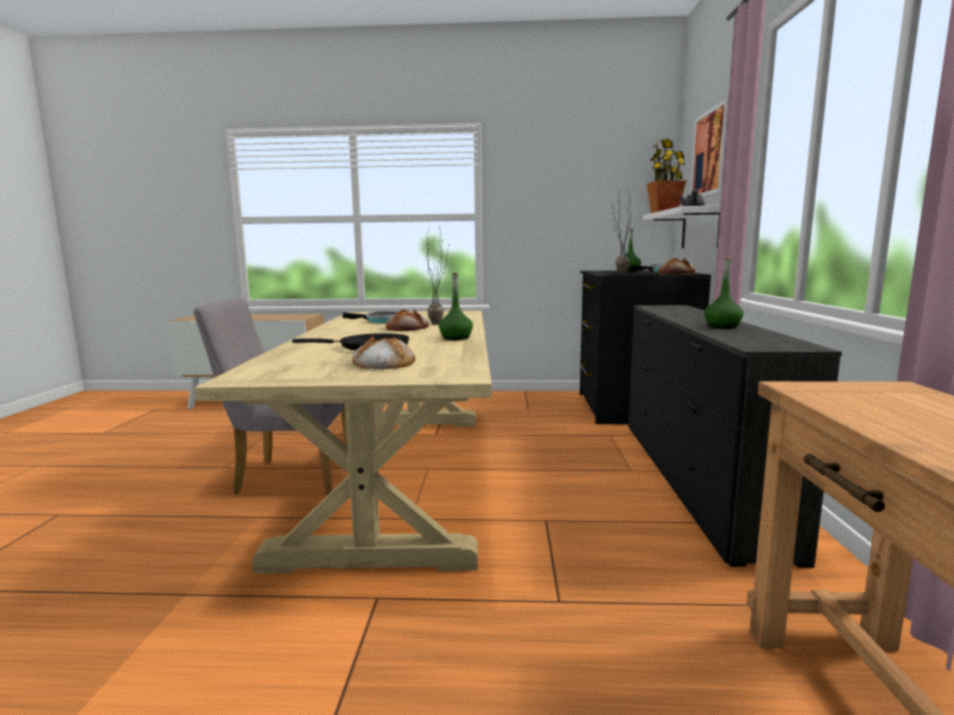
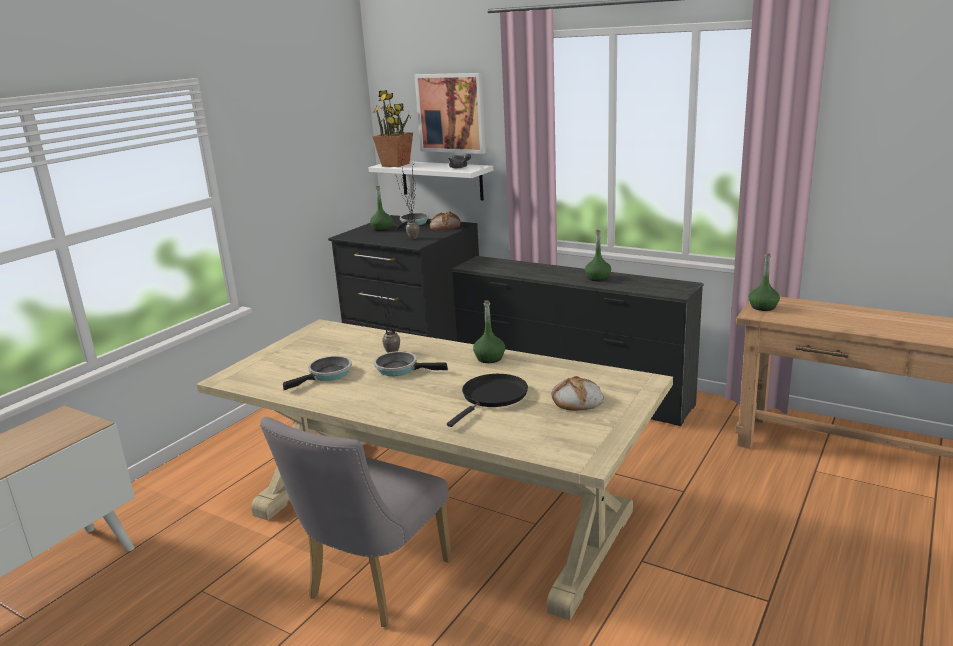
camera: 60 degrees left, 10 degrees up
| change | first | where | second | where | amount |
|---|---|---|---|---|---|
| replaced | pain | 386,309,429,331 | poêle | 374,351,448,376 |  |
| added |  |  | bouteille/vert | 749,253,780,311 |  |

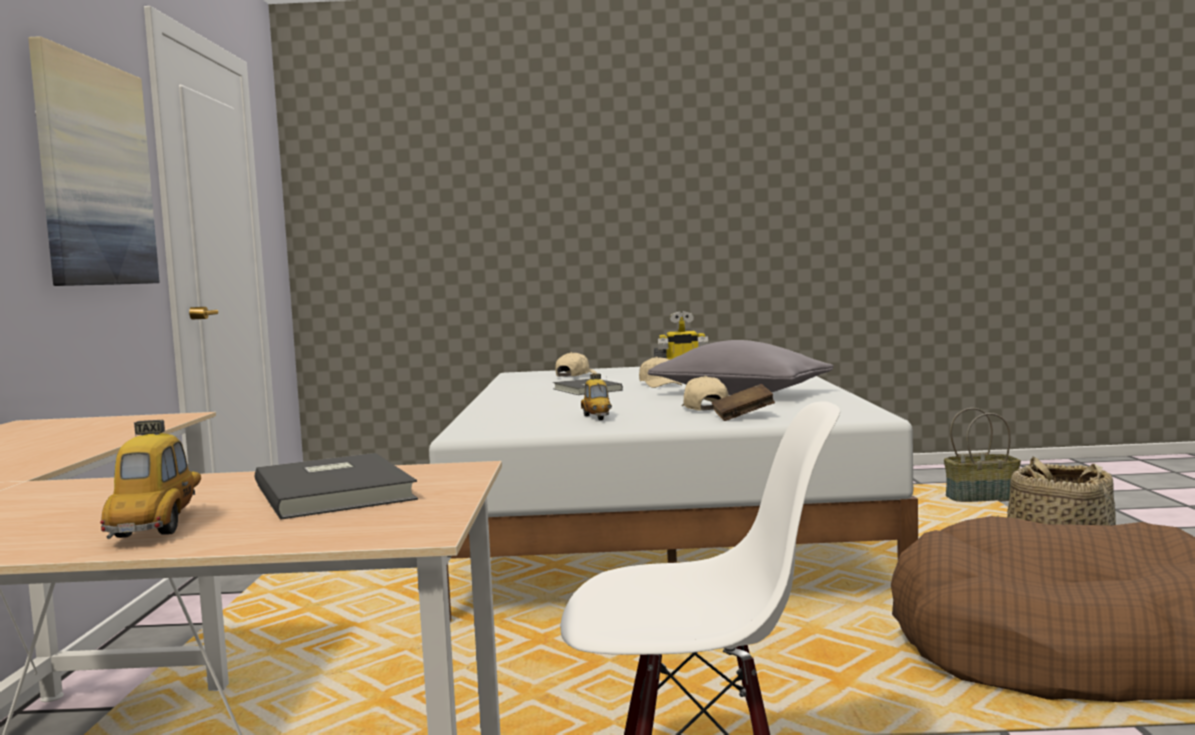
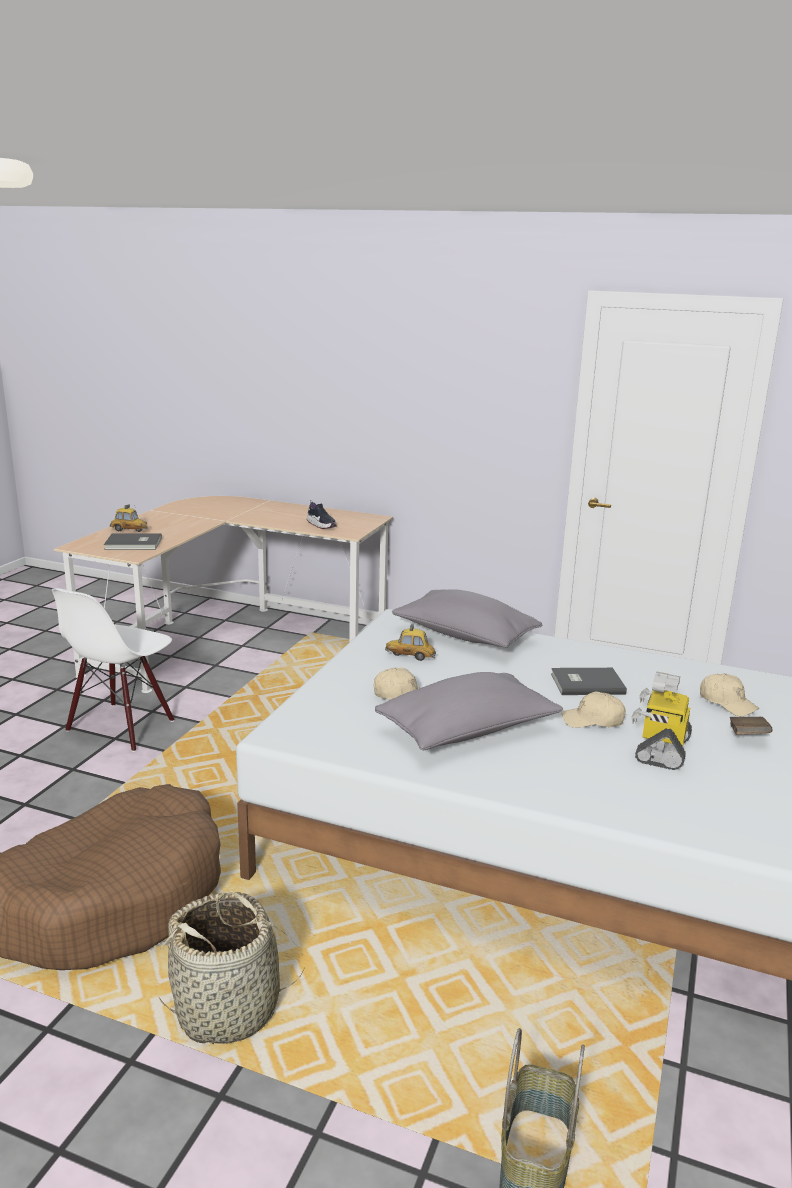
camera: 110 degrees right, 15 degrees up
| change | first | where | second | where | amount |
|---|---|---|---|---|---|
| added |  |  | chaussure | 307,500,337,529 |  |
| added |  |  | coussin/gris | 392,590,542,648 |  |
| moved | livre/marron | 712,384,775,421 |  | 730,717,772,735 |  |
| removed | tableau | 28,36,160,286 |  |  |  |

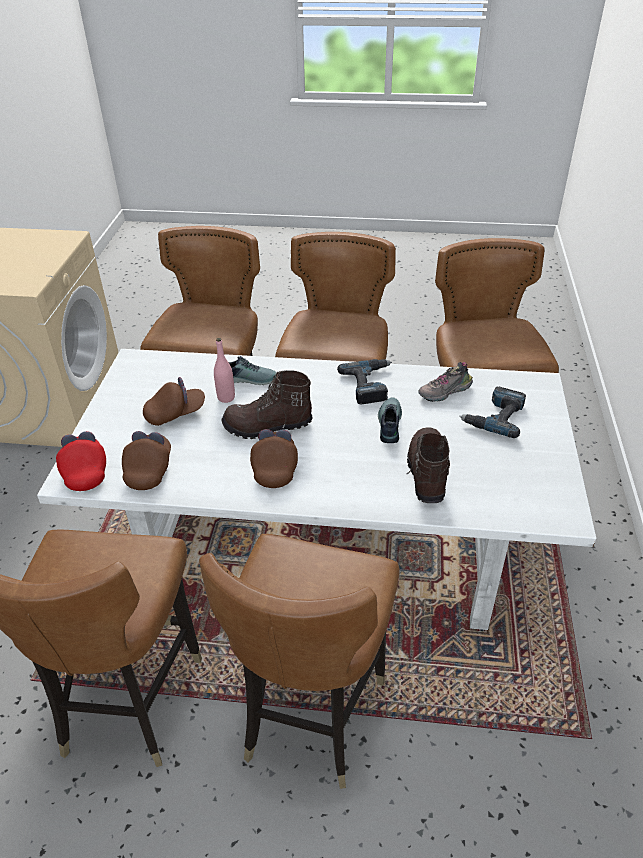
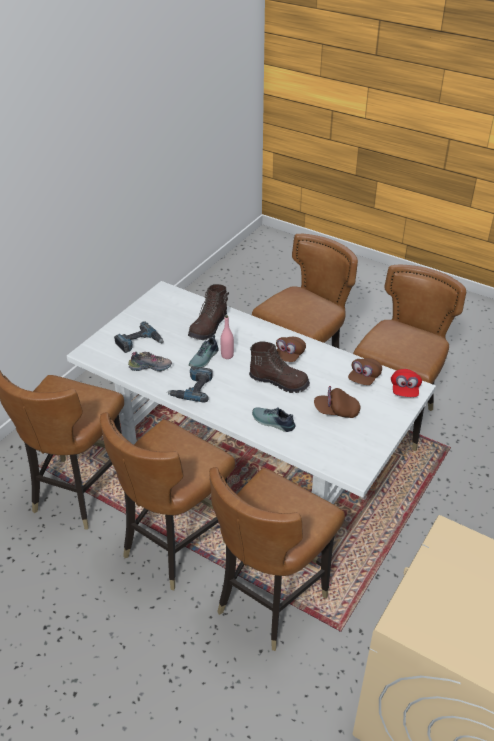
camera: 155 degrees left, 0 degrees up
| change | first | where | second | where | amount |
|---|---|---|---|---|---|
| moved | bouteille/rose | 214,338,235,403 |  | 221,315,234,359 |  |

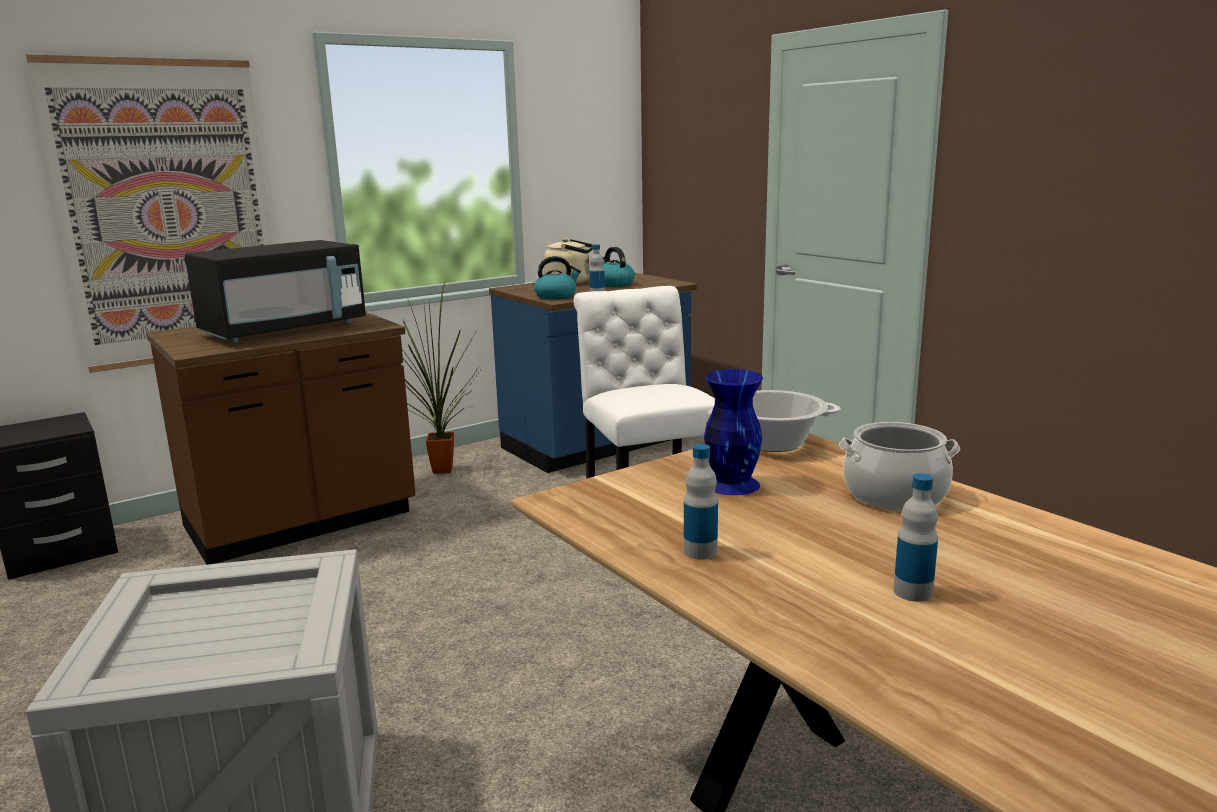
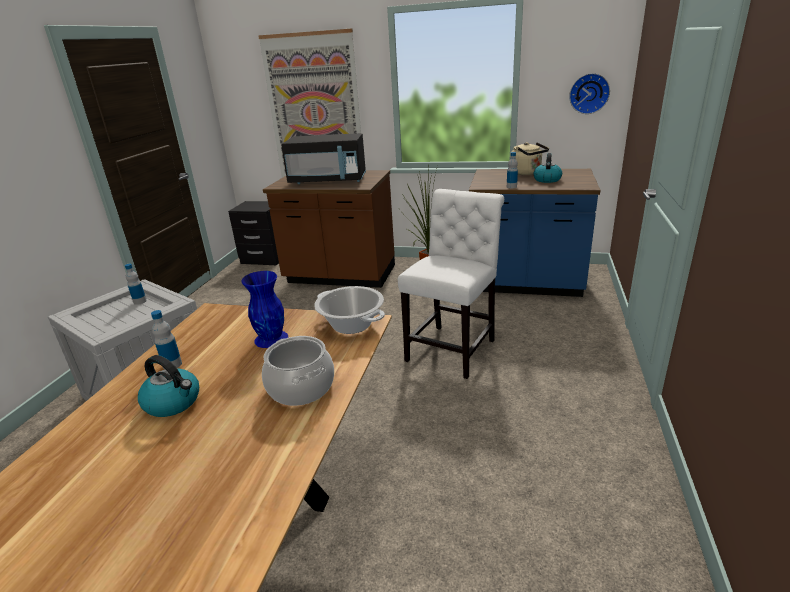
camera: 50 degrees right, 10 degrees up
| change | first | where | second | where | amount |
|---|---|---|---|---|---|
| moved | bouteille | 894,473,938,602 |  | 125,264,147,305 |  |
| moved | bouilloire | 534,256,581,299 |  | 138,355,199,417 |  |
| added |  |  | horloge murale | 569,73,610,114 |  |

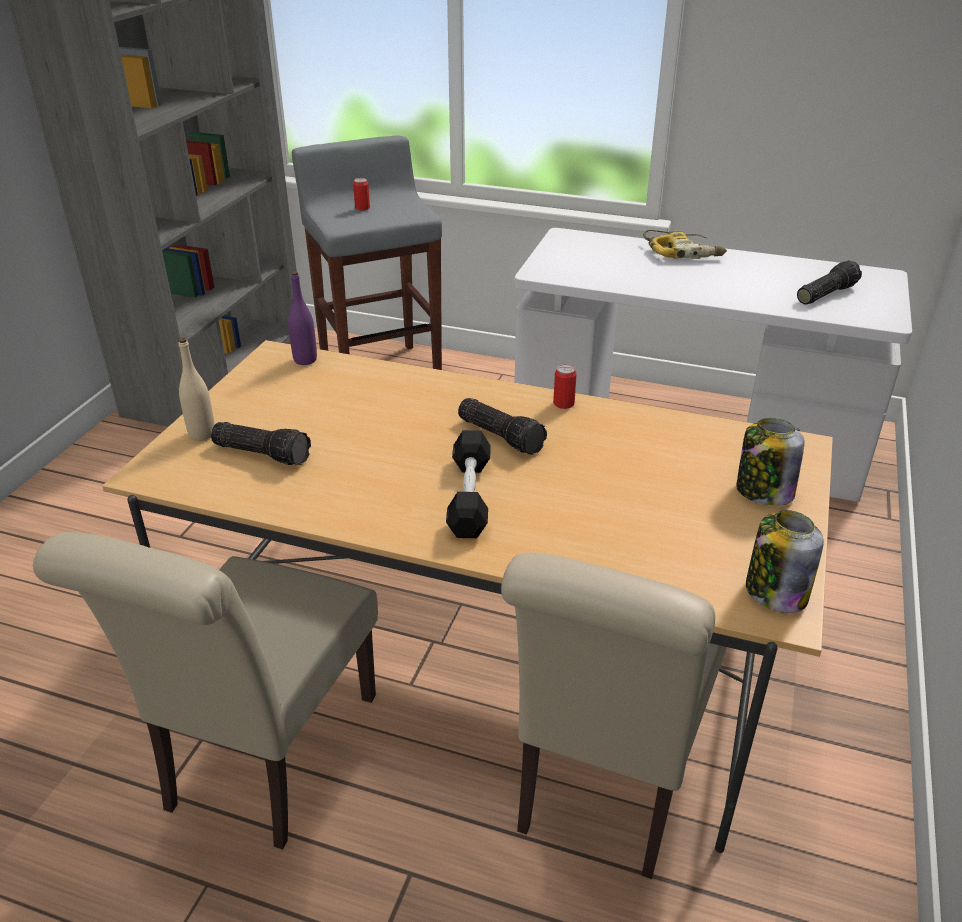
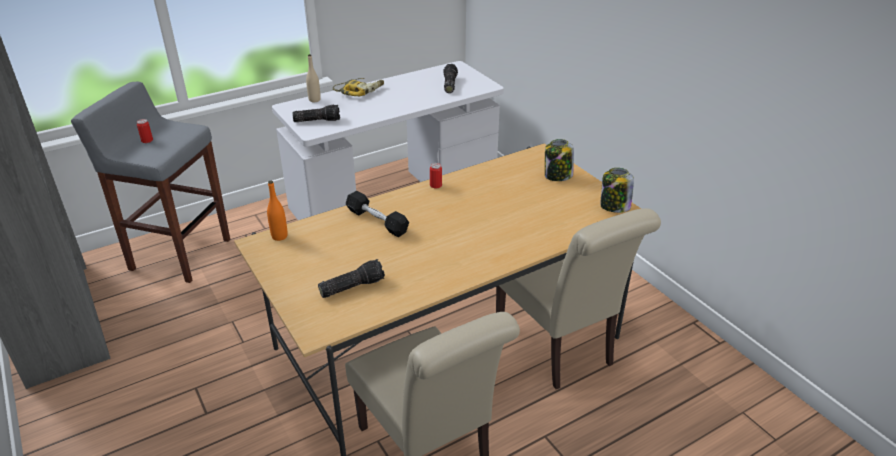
camera: 50 degrees left, 0 degrees up
| change | first | where | second | where | amount |
|---|---|---|---|---|---|
| recoloured | bouteille/violet | 288,271,317,365 | bouteille/orange | 267,181,288,241 |  |
| moved | lampe de poche | 458,398,547,455 |  | 292,105,340,122 |  |
| moved | bouteille/beige | 178,338,215,441 |  | 306,54,321,102 |  |
| moved | haltère/noir | 446,430,491,538 |  | 346,191,409,237 |  |

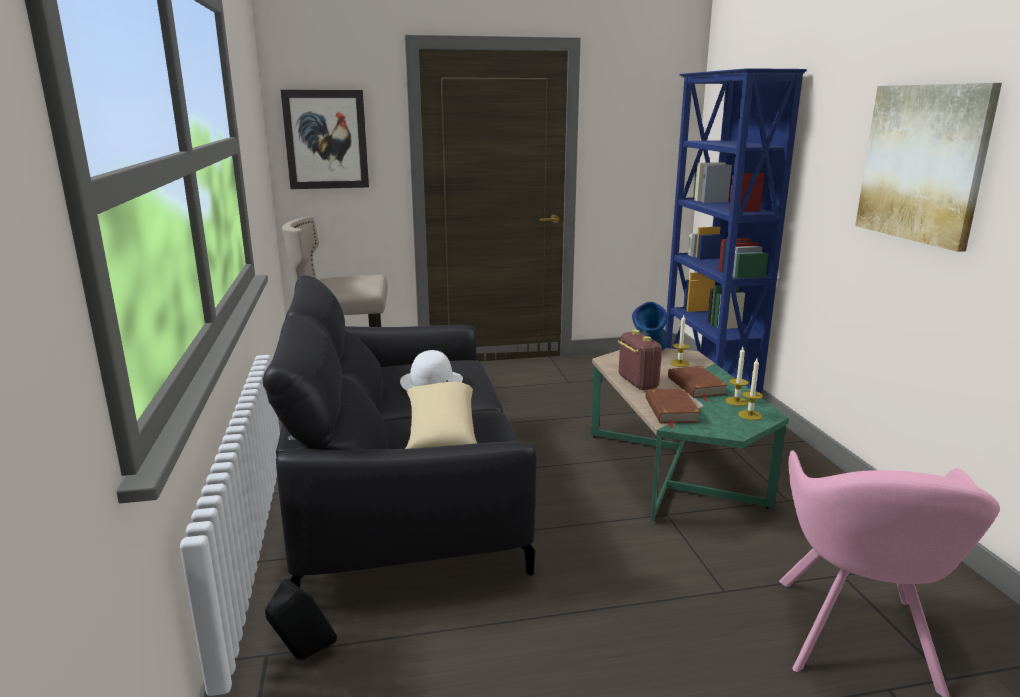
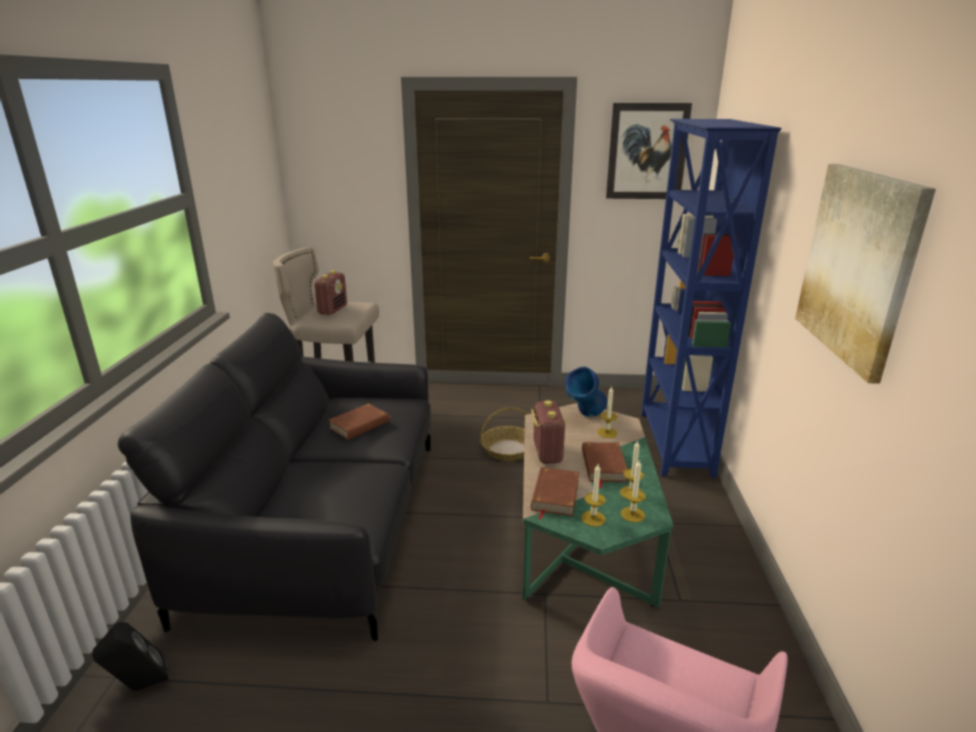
camera: 15 degrees right, 5 degrees up
| change | first | where | second | where | amount |
|---|---|---|---|---|---|
| added |  |  | radio | 314,270,347,315 |  |
| replaced | chapeau/blanc | 400,350,463,391 | livre/marron | 328,403,392,440 |  |
| added |  |  | panier | 480,407,528,461 |  |
| added |  |  | bougie | 581,464,606,527 |  |
| moved | tableau | 281,90,369,189 |  | 606,103,692,199 |  |
| removed | coussin/beige | 405,382,477,449 |  |  |  |

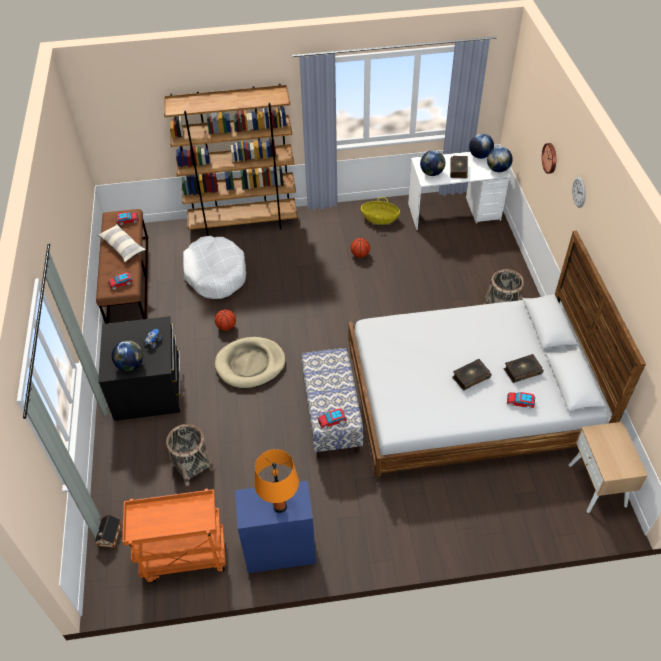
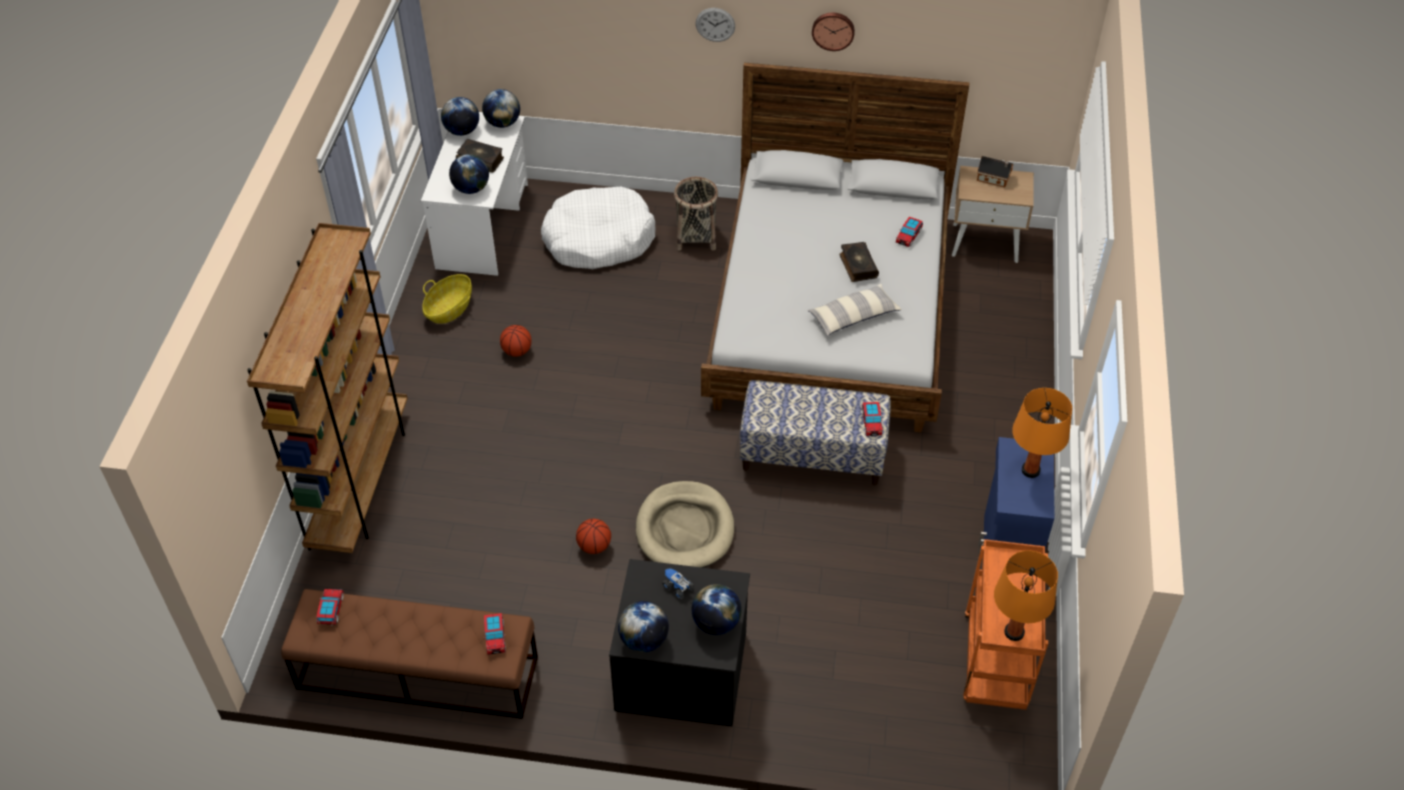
camera: 75 degrees left, 0 degrees up
| change | first | where | second | where | amount |
|---|---|---|---|---|---|
| moved | panier pour chien/blanc | 183,236,246,299 |  | 541,187,655,269 |  |
| added |  |  | globe | 618,601,669,652 |  |
| moved | coussin | 97,224,146,262 |  | 808,284,902,336 |  |
| moved | horloge murale | 542,143,556,174 |  | 812,13,855,51 |  |
| moved | maison miniature | 94,515,121,548 |  | 977,156,1013,187 |  |
| added |  |  | lampe de table/orange | 994,550,1058,641 |  |
| removed | panier | 166,424,214,486 |  |  |  |
| removed | livre | 504,354,543,383 |  |  |  |

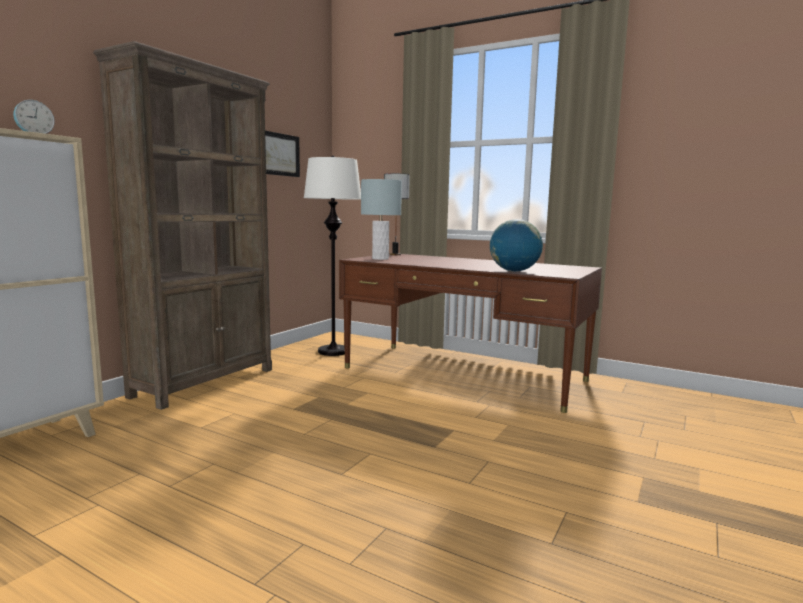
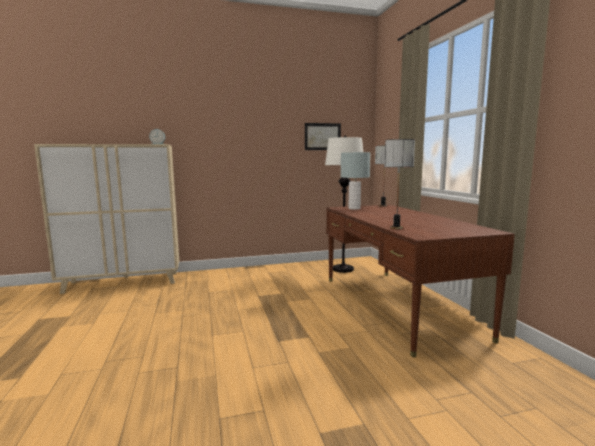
camera: 45 degrees right, 0 degrees up
| change | first | where | second | where | amount |
|---|---|---|---|---|---|
| replaced | globe | 490,219,543,272 | lampe de table | 385,139,415,229 |  |
| removed | bibliothèque/marron | 93,41,272,410 |  |  |  |

